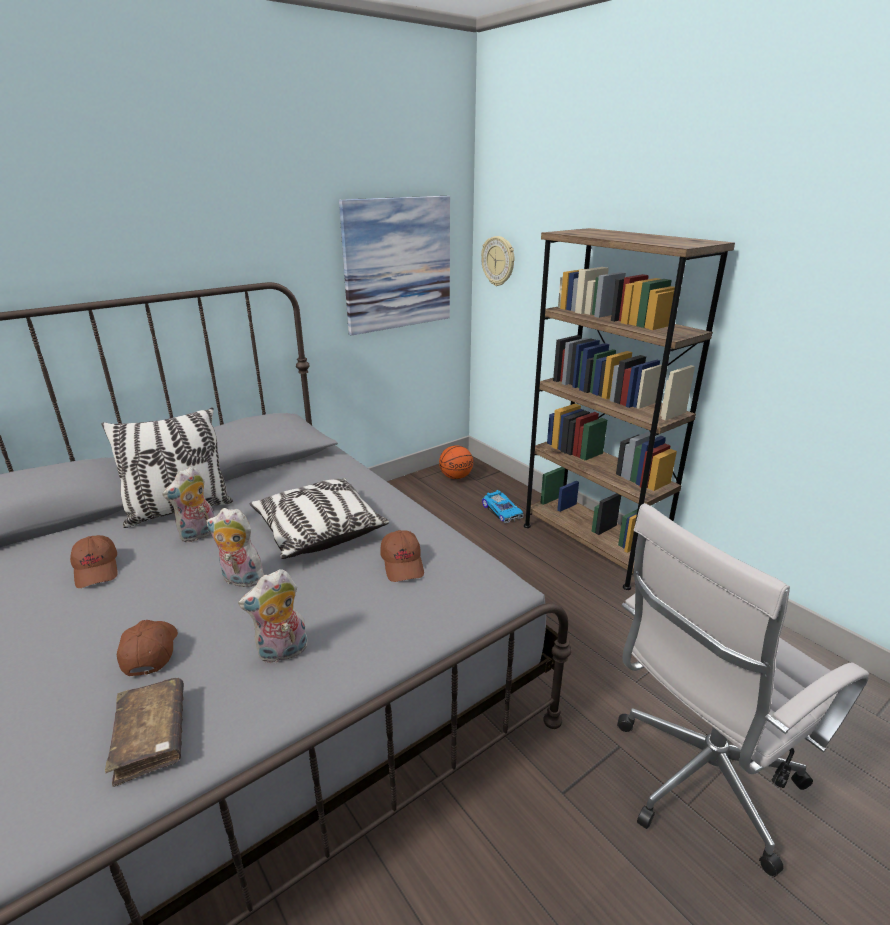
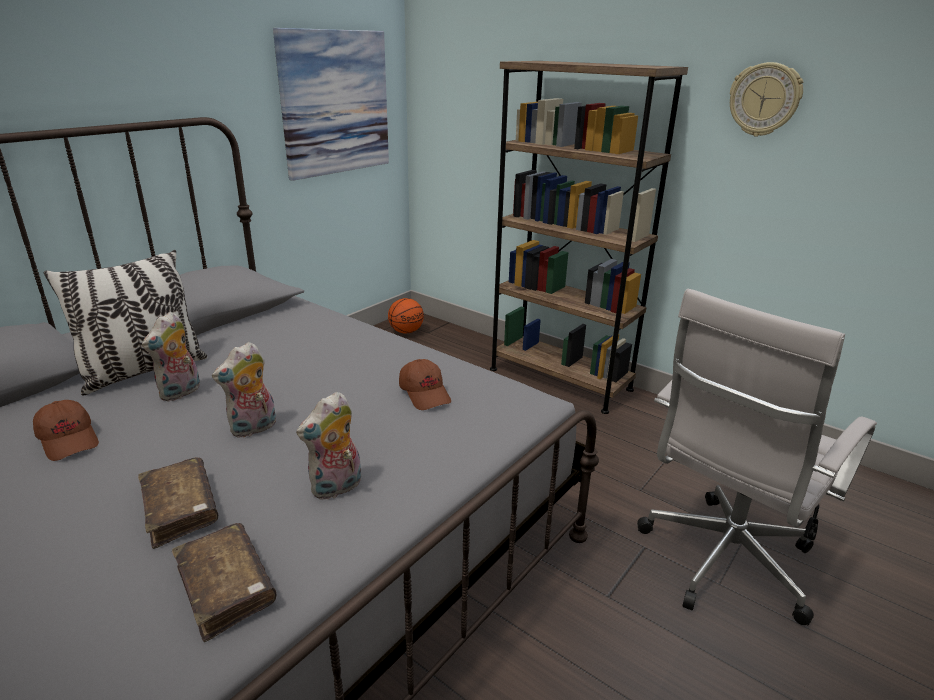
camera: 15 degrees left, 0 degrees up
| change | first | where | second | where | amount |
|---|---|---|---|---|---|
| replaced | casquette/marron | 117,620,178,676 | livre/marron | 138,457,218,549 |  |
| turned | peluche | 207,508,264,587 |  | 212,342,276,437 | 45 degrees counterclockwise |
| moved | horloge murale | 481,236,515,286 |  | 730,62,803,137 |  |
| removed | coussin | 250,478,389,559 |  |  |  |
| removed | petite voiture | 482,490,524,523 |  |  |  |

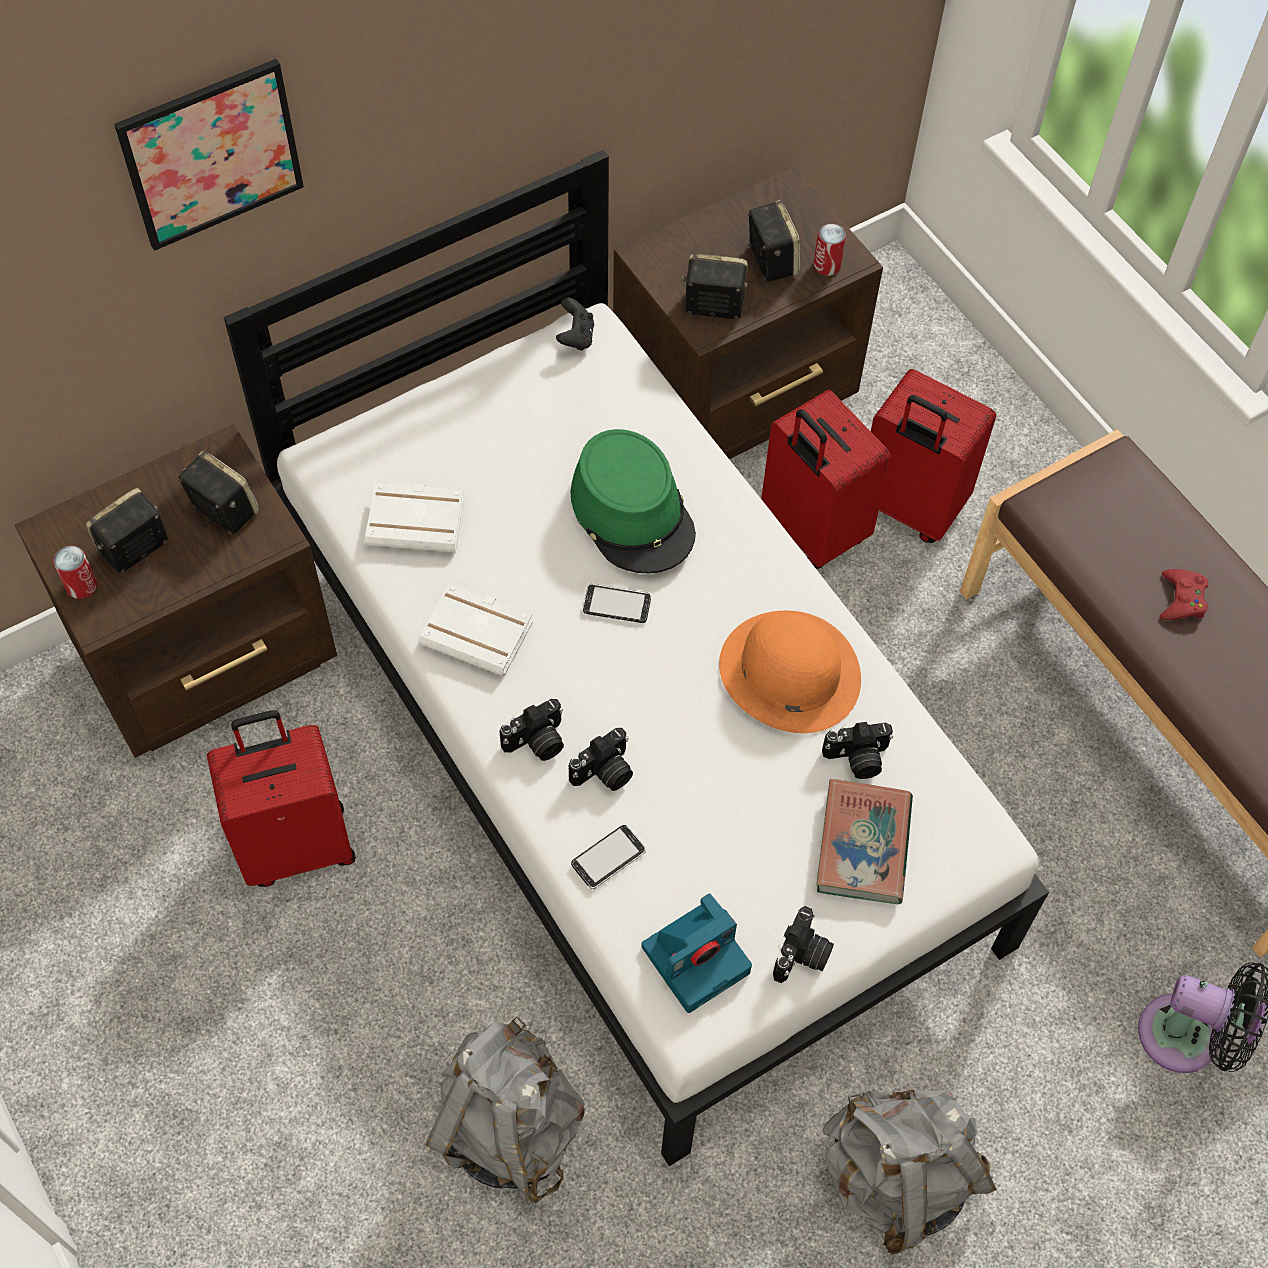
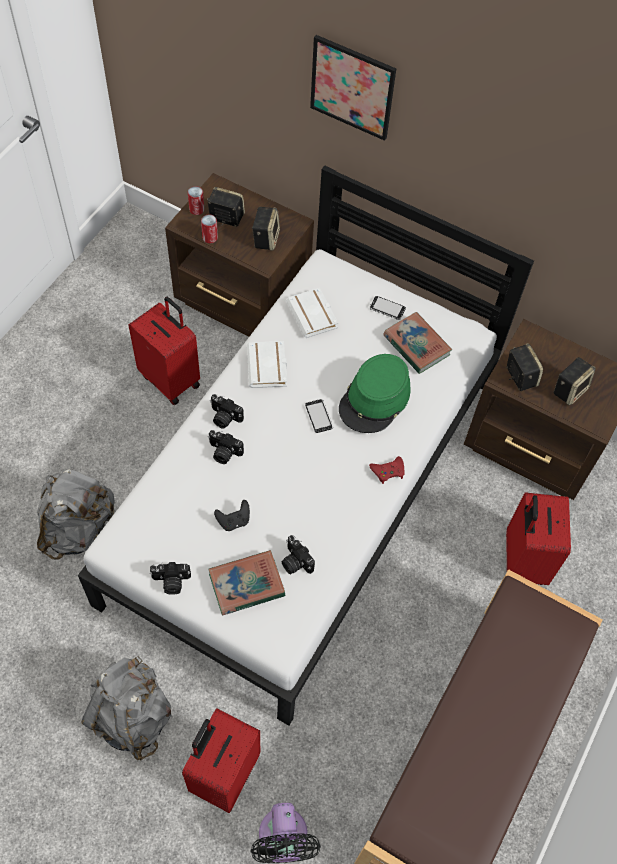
camera: 60 degrees right, 0 degrees up
| change | first | where | second | where | amount |
|---|---|---|---|---|---|
| moved | valise/rouge | 761,390,891,569 |  | 182,708,260,813 |  |
| moved | boîte métallique | 813,224,846,276 |  | 201,214,218,243 |  |
| moved | manette/noir | 556,297,594,351 |  | 214,500,250,531 |  |
| moved | manette/rouge | 1160,569,1209,620 |  | 369,456,404,484 |  |
| moved | téléphone | 571,825,646,889 |  | 370,296,406,320 |  |
| added |  |  | livre | 383,312,452,374 |  |
| removed | appareil photo | 641,893,752,1013 |  |  |  |
| removed | chapeau/orange | 719,610,861,733 |  |  |  |

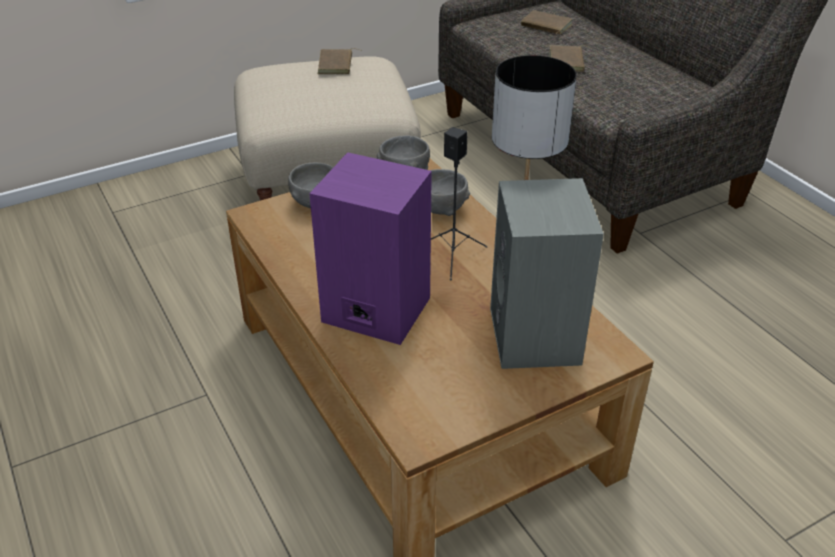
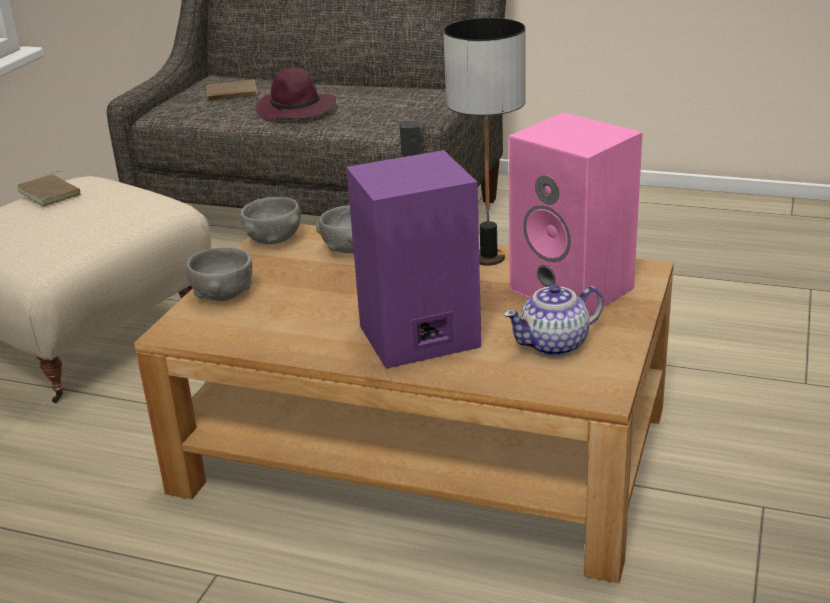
camera: 40 degrees left, 10 degrees down
| change | first | where | second | where | amount |
|---|---|---|---|---|---|
| replaced | livre/marron | 550,45,591,72 | chapeau/violet | 256,68,336,121 |  |
| added |  |  | théière | 504,284,604,356 |  |
| recoloured | enceinte/gris | 490,178,604,369 | enceinte/rose | 508,112,643,316 |  |

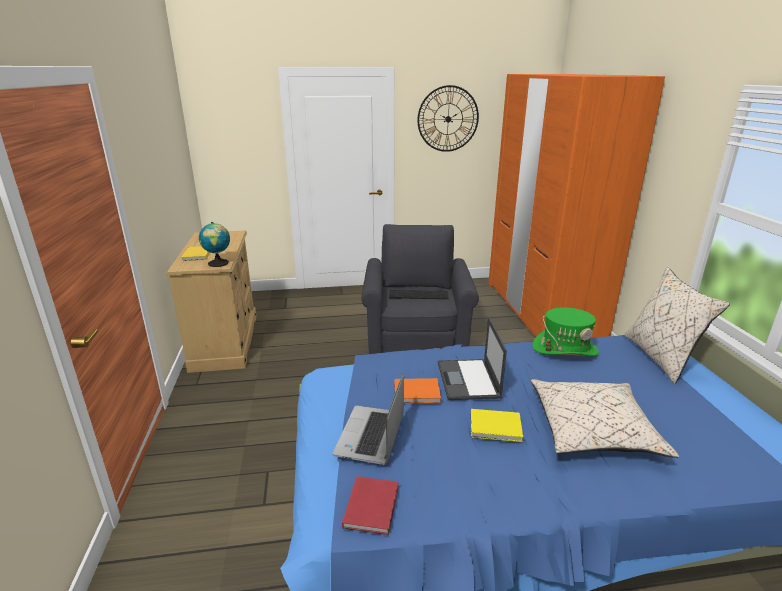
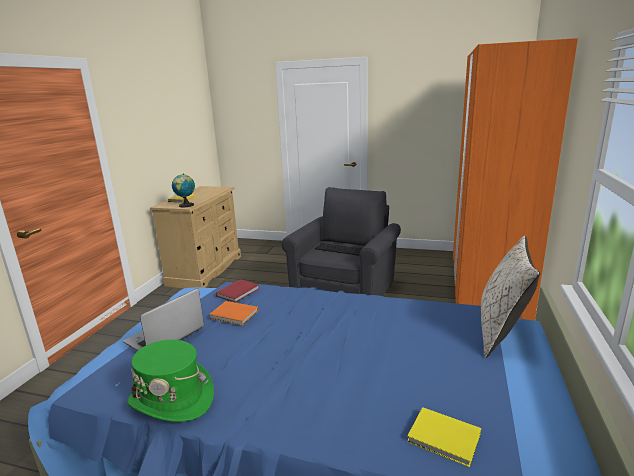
camera: 25 degrees right, 5 degrees down
| change | first | where | second | where | amount |
|---|---|---|---|---|---|
| moved | chapeau/vert | 532,308,599,356 |  | 127,340,214,422 |  |
| moved | livre/rouge | 342,476,399,535 |  | 216,279,259,303 |  |
| moved | livre/jaune | 471,409,523,442 |  | 407,407,481,467 |  |
| removed | horloge murale | 417,85,479,152 |  |  |  |
| removed | ordinateur portable | 438,317,507,400 |  |  |  |
| removed | coussin/beige | 531,379,679,458 |  |  |  |

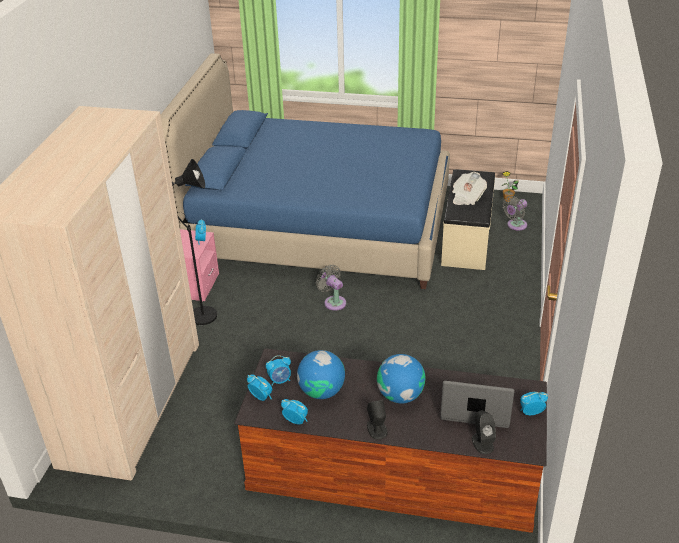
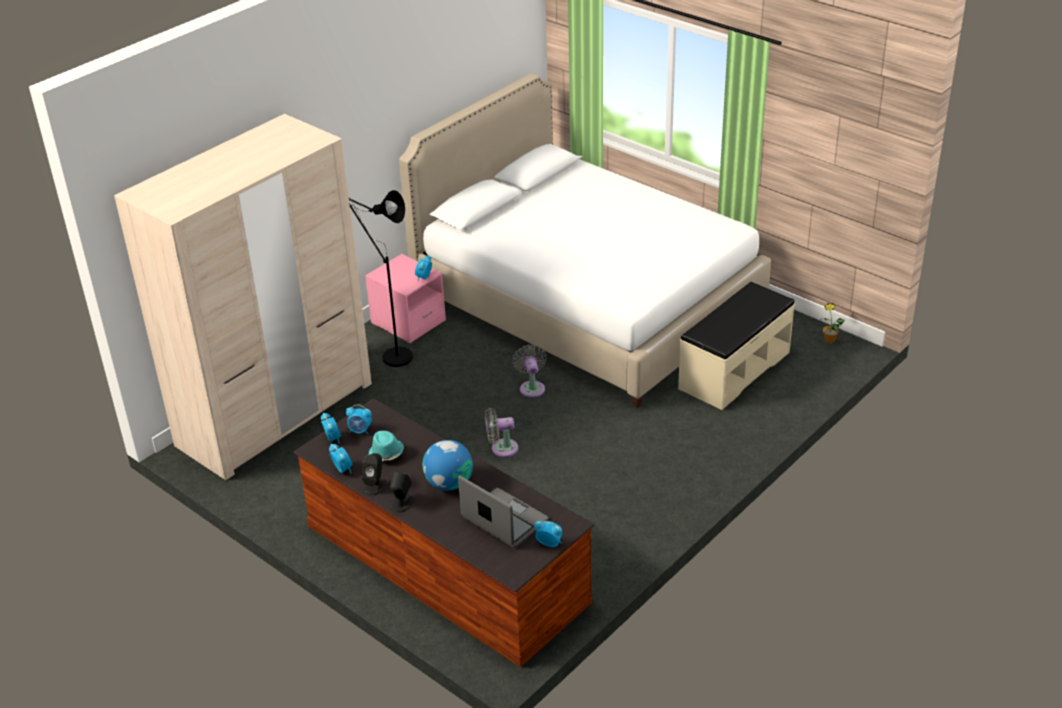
camera: 30 degrees right, 0 degrees up
| change | first | where | second | where | amount |
|---|---|---|---|---|---|
| moved | enceinte/noir | 472,410,496,454 |  | 362,453,386,495 |  |
| replaced | globe | 297,350,345,399 | chapeau/turquoise | 368,431,404,461 |  |
| recoloured | lit/bleu | 160,53,450,289 | lit/blanc | 399,74,771,408 |  |
| moved | ventilateur/gris | 503,196,527,230 |  | 485,408,518,457 |  |
| removed | journal | 452,172,487,205 |  |  |  |

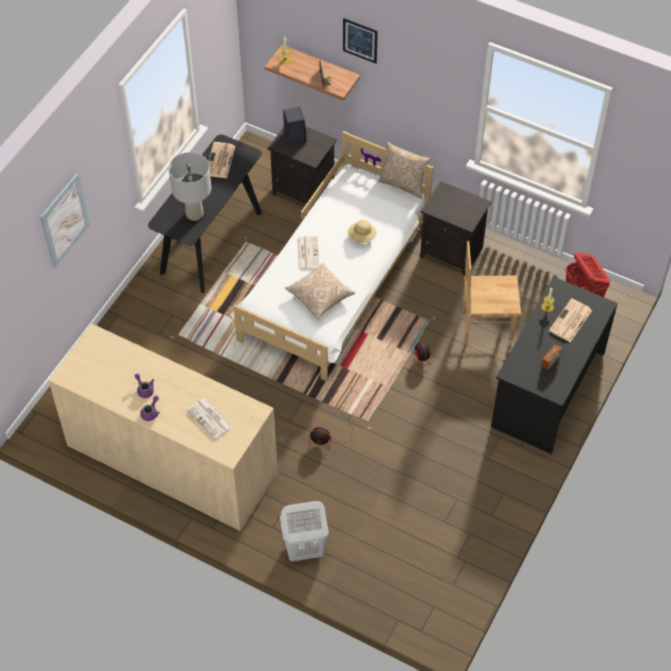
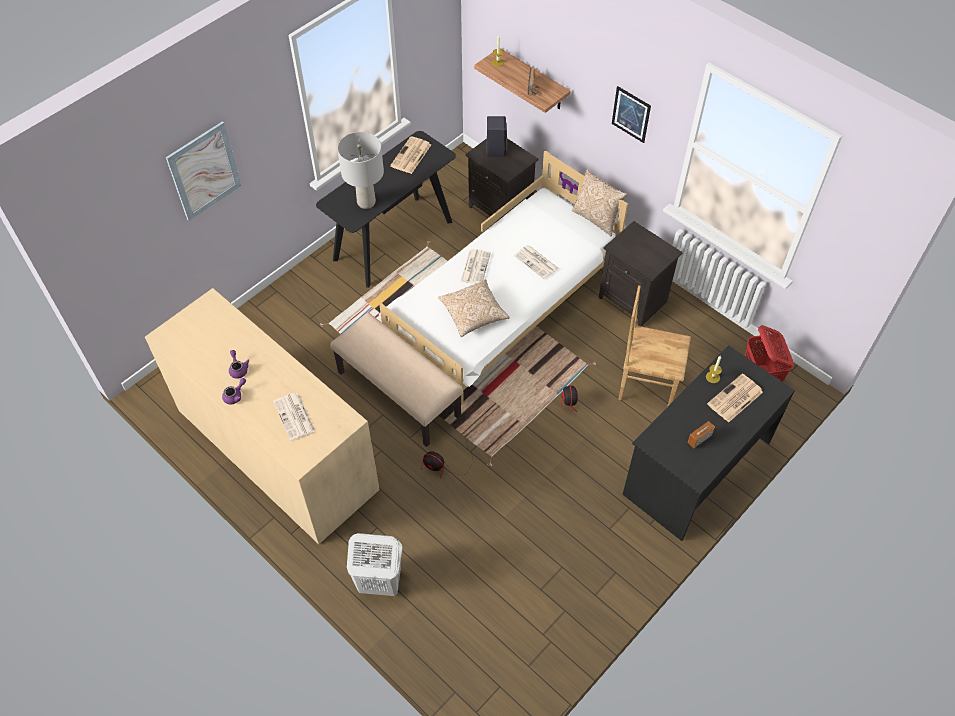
camera: 15 degrees right, 0 degrees up
| change | first | where | second | where | amount |
|---|---|---|---|---|---|
| added |  |  | banc/beige | 330,313,463,447 |  |
| replaced | chapeau/beige | 348,220,376,243 | journal | 514,245,558,279 |  |
| moved | tableau | 343,18,378,63 |  | 612,86,651,143 |  |

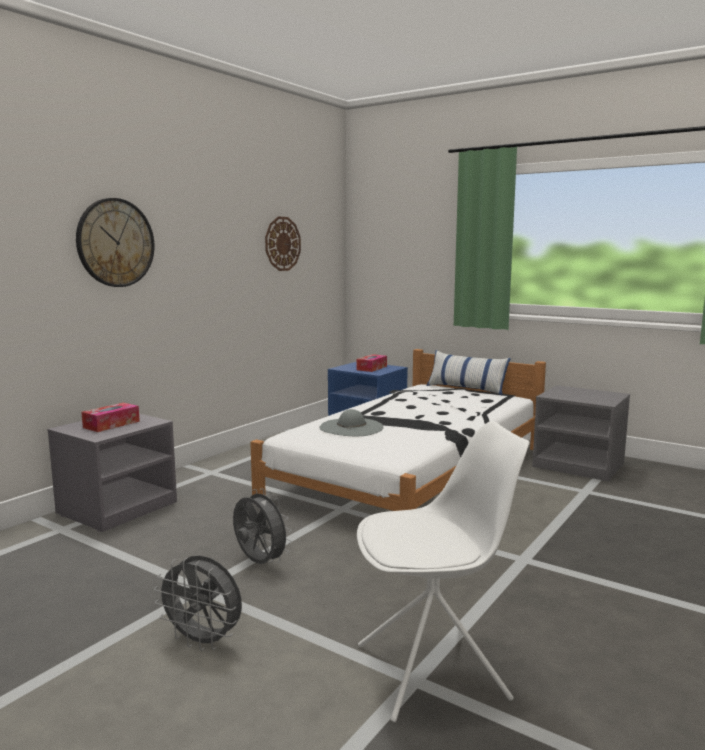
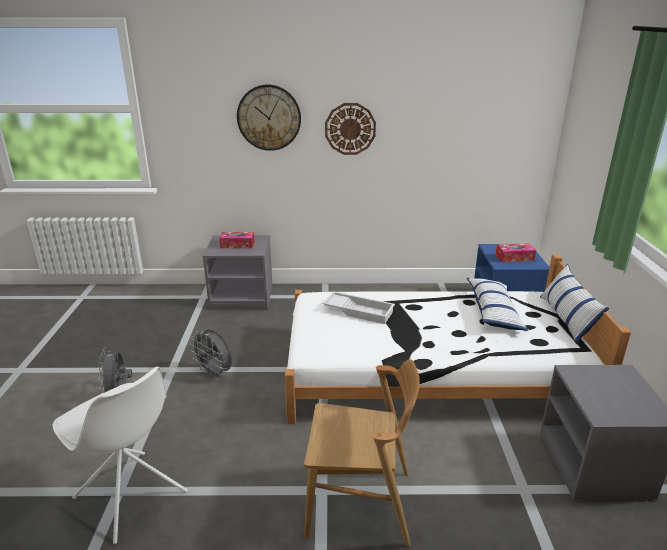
camera: 55 degrees right, 15 degrees up
| change | first | where | second | where | amount |
|---|---|---|---|---|---|
| turned | ventilateur/gris | 233,488,292,564 |  | 190,329,232,380 | 120 degrees clockwise |
| added |  |  | chaise/marron | 304,359,420,547 |  |
| replaced | chapeau/gris | 319,409,383,436 | plateau/blanc | 322,291,395,324 |  |
| moved | horloge murale | 265,216,301,271 |  | 325,103,376,155 |  |
| added |  |  | coussin | 467,278,528,331 |  |

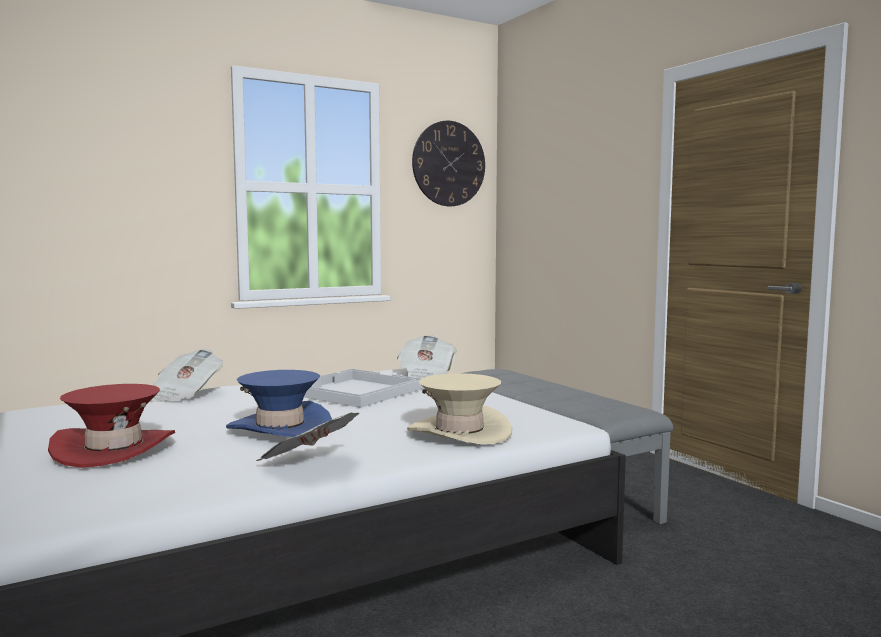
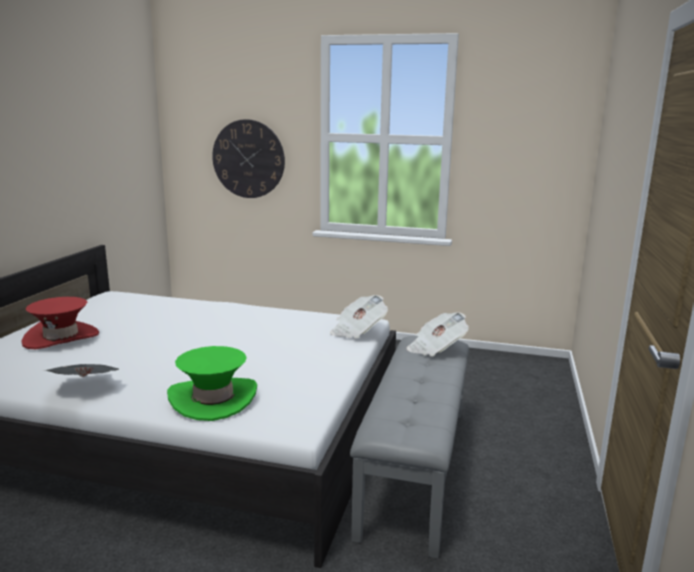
camera: 45 degrees right, 10 degrees up
| change | first | where | second | where | amount |
|---|---|---|---|---|---|
| recoloured | chapeau/beige | 407,373,512,444 | chapeau/vert | 167,346,257,421 |  |
| moved | horloge murale | 412,121,485,206 |  | 212,119,285,198 |  |
| moved | journal | 151,349,223,402 |  | 407,312,469,357 |  |
| removed | chapeau/bleu | 226,370,332,437 |  |  |  |
| removed | plateau/blanc | 304,369,424,408 |  |  |  |

